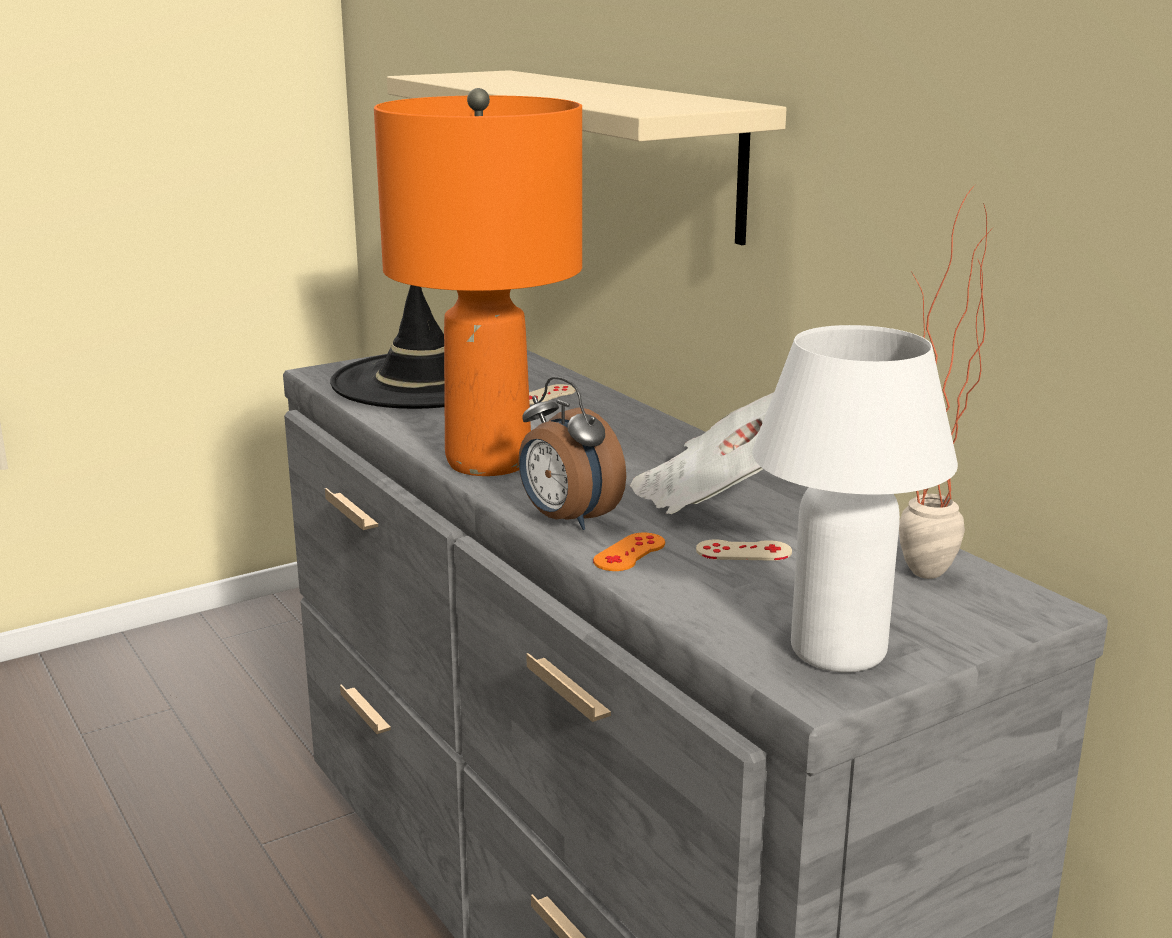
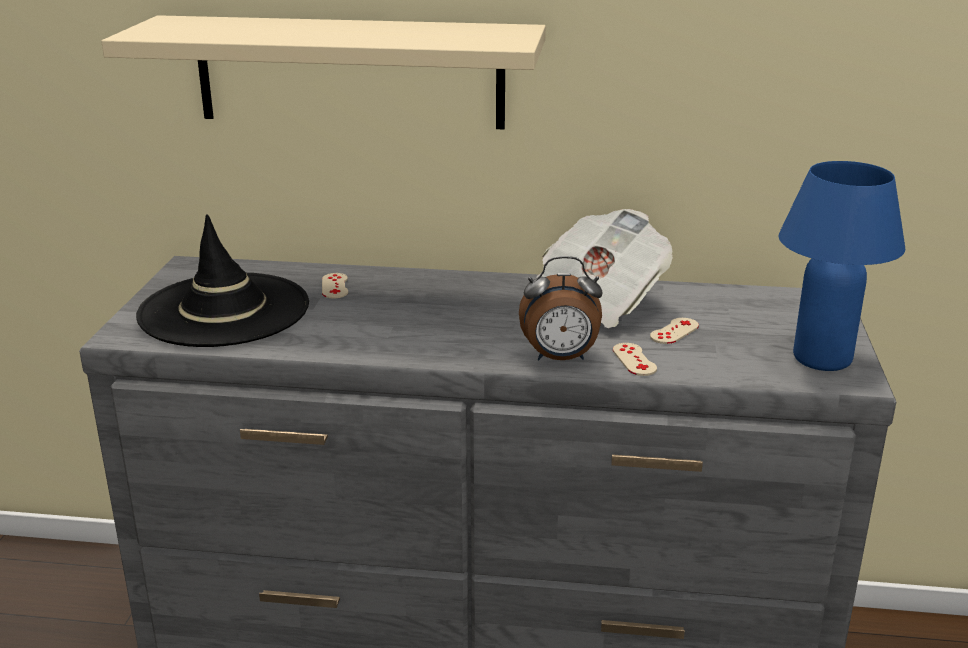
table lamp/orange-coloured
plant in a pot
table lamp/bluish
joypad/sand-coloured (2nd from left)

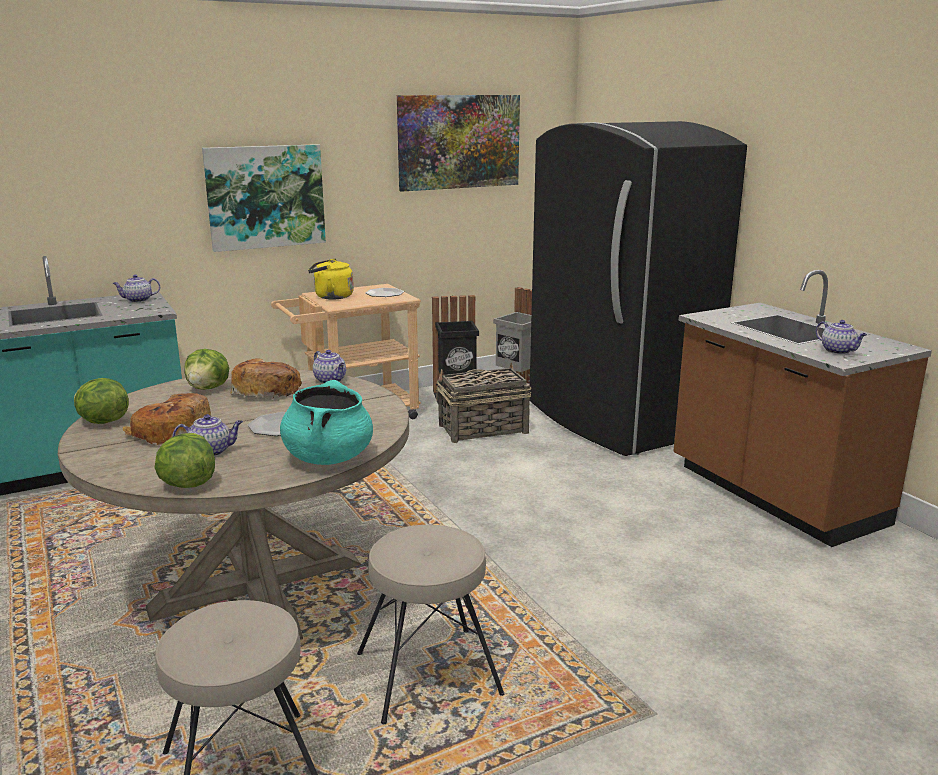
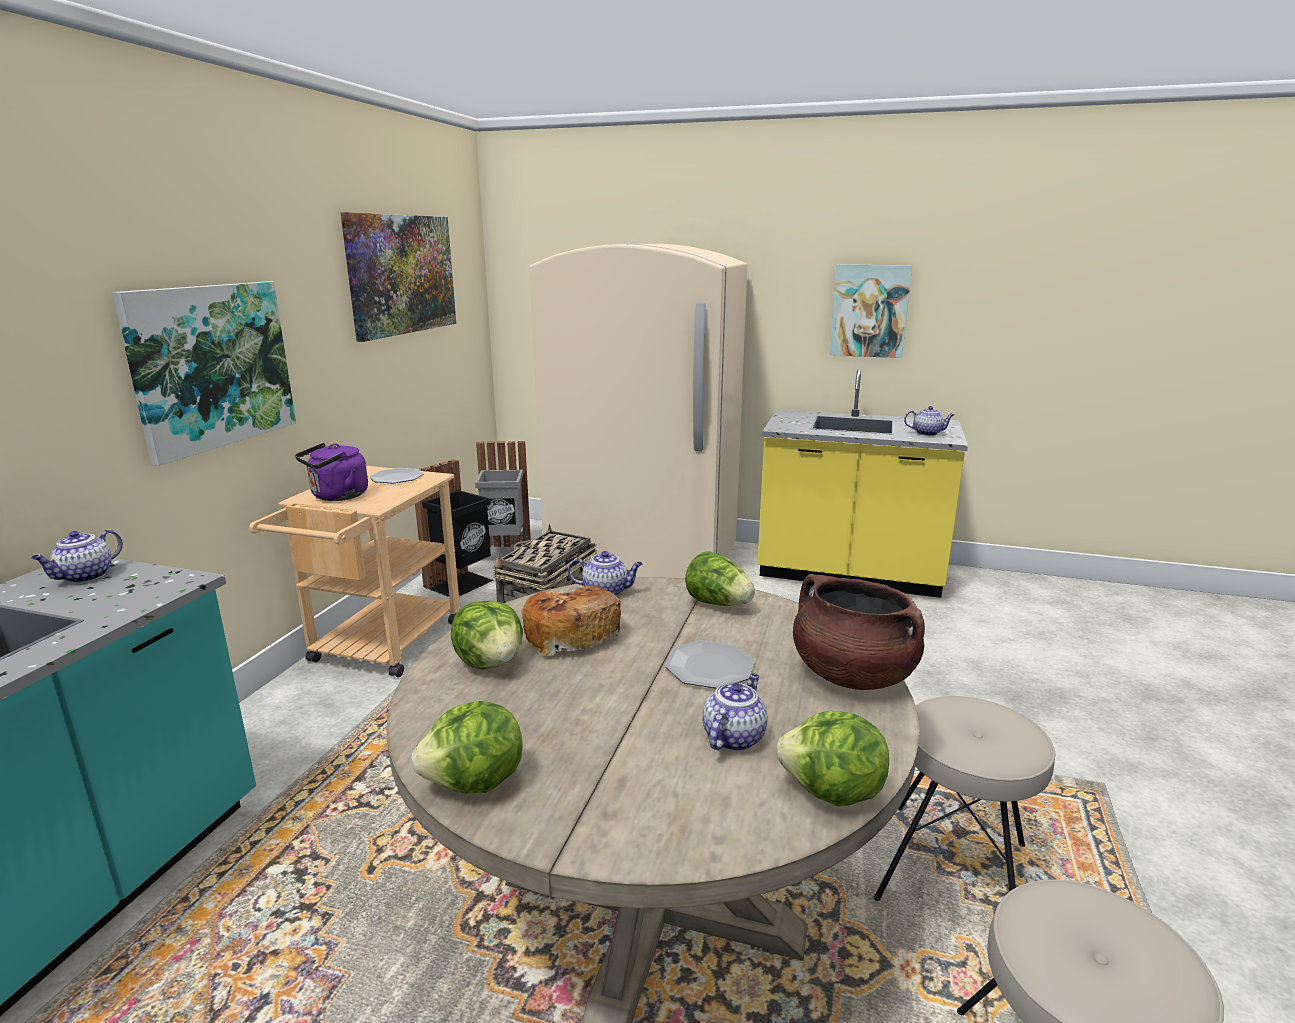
fridge/sand-coloured
kettle/purplish
counter/yellowish
stockpot/brown
bakery bread (1st from left in the first image)
picture (3rd from left)
lettuce (3rd from left)

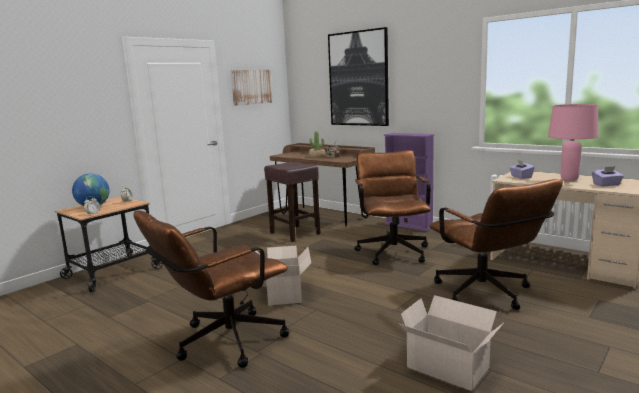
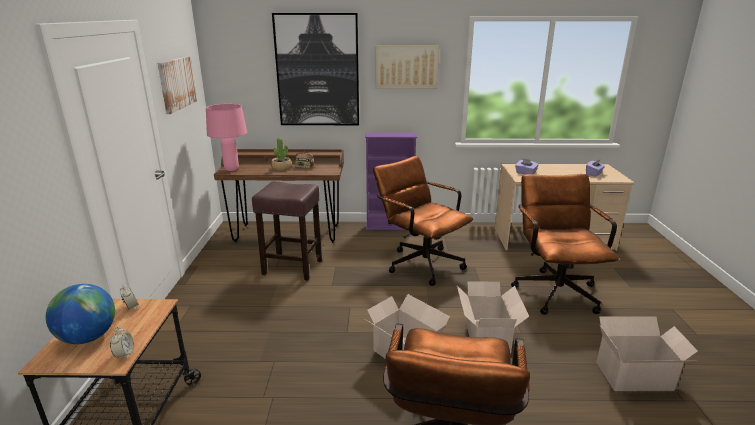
table lamp/pinkish
office chair/brown (3rd from left)
picture (3rd from left)
packing box (2nd from left)

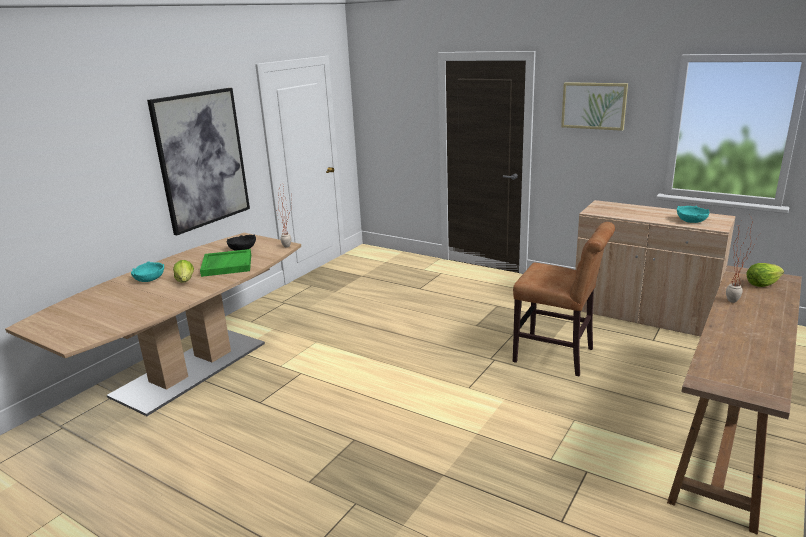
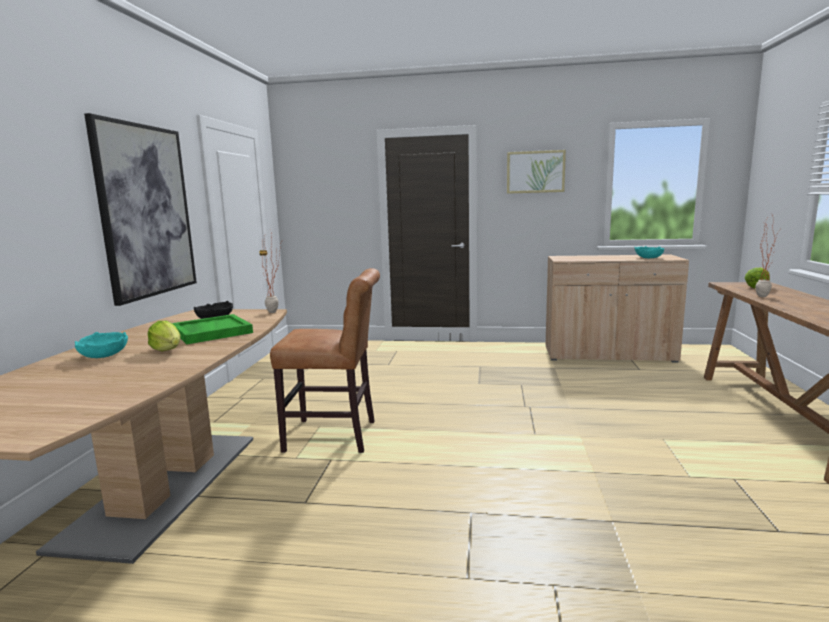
plain chair/brown

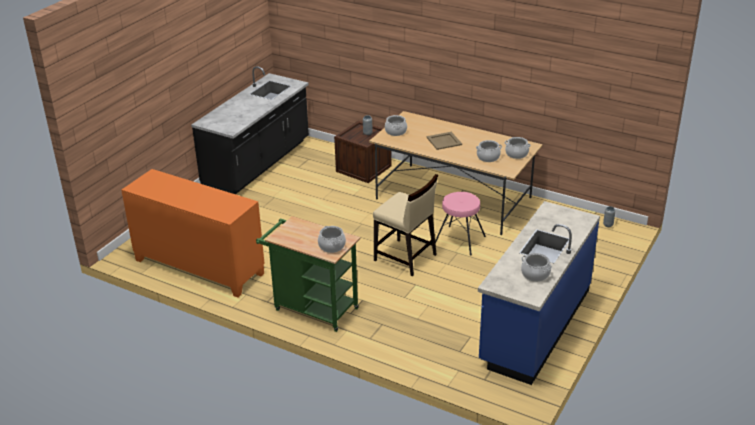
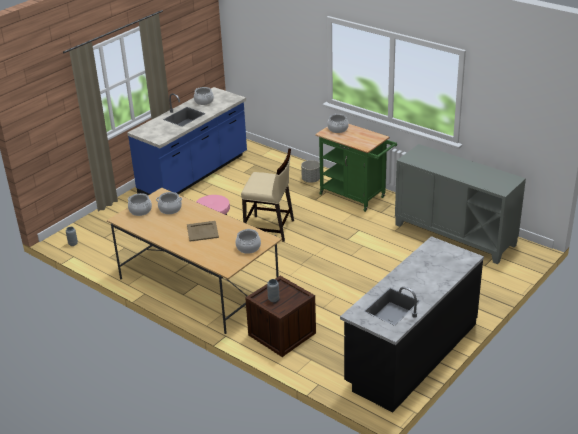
storage cabinet/gray
plain chair/sand-coloured
flower pot/gray

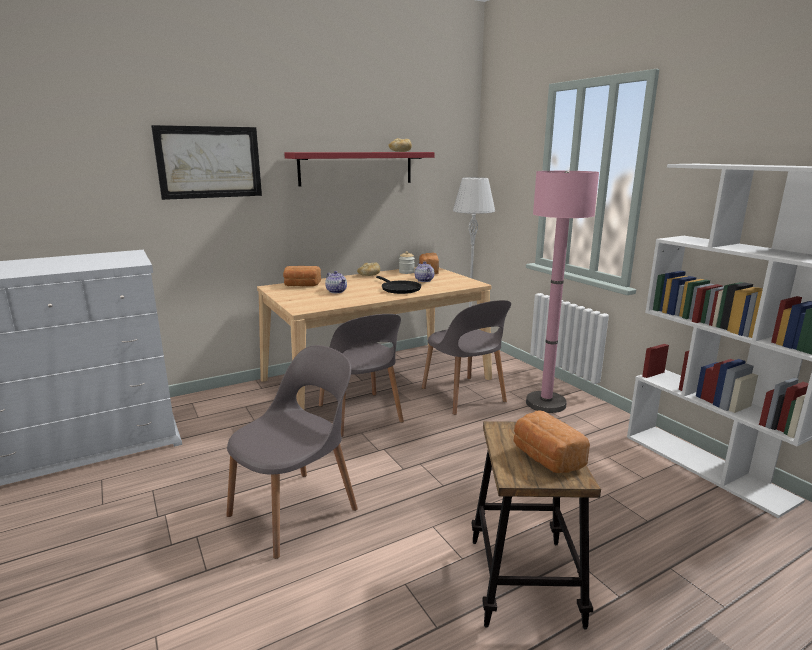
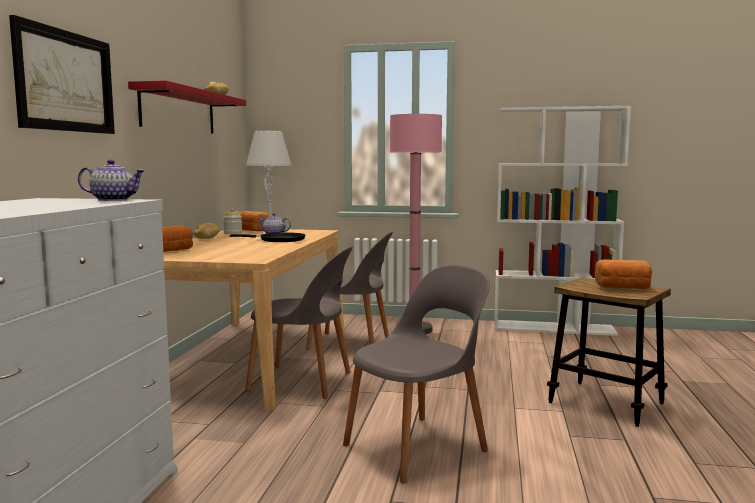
teapot (1st from left)
plain chair/gray (3rd from left)

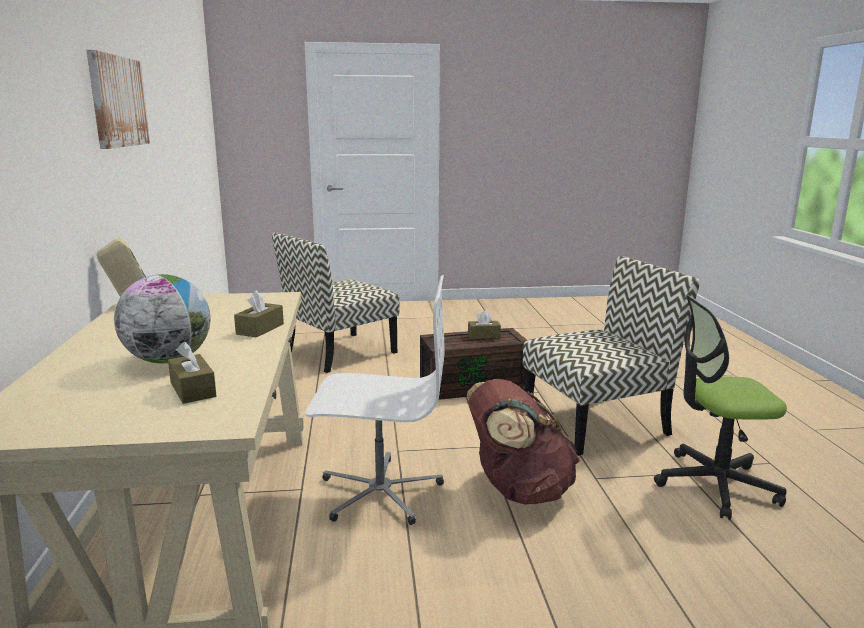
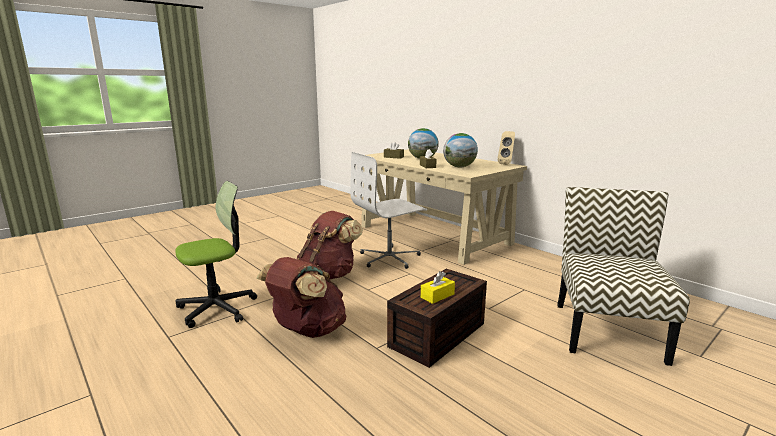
picture
rucksack/brown (1st from left)
tissue holder/yellowish
globe (2nd from left)

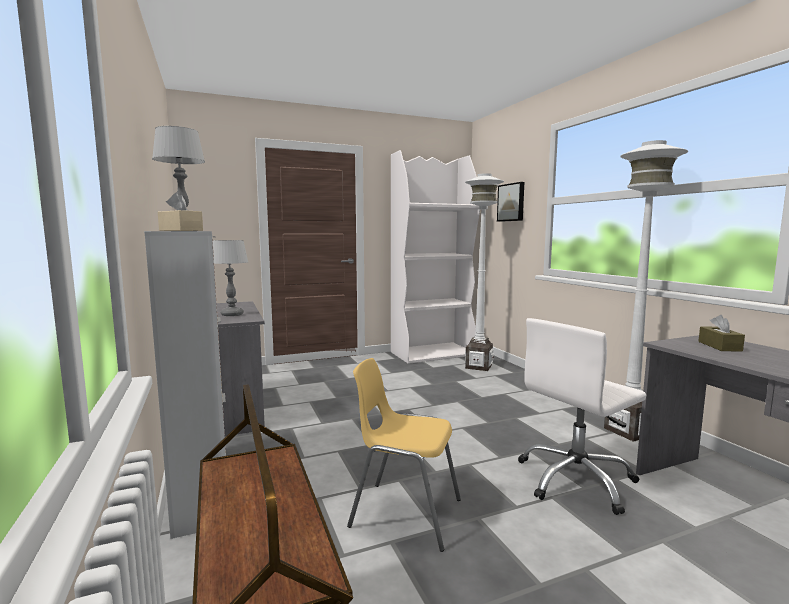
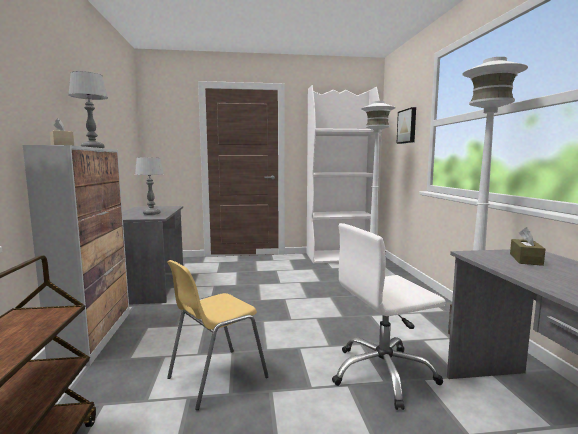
plain chair/yellowish

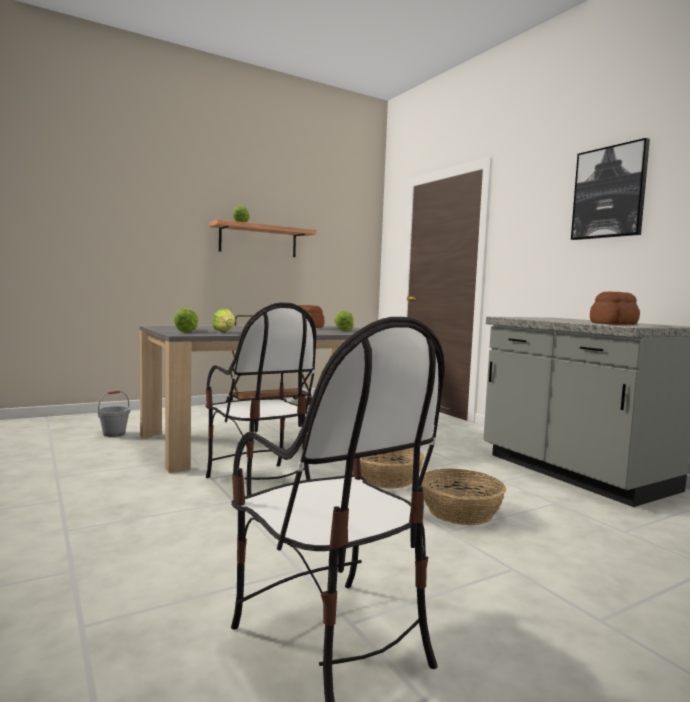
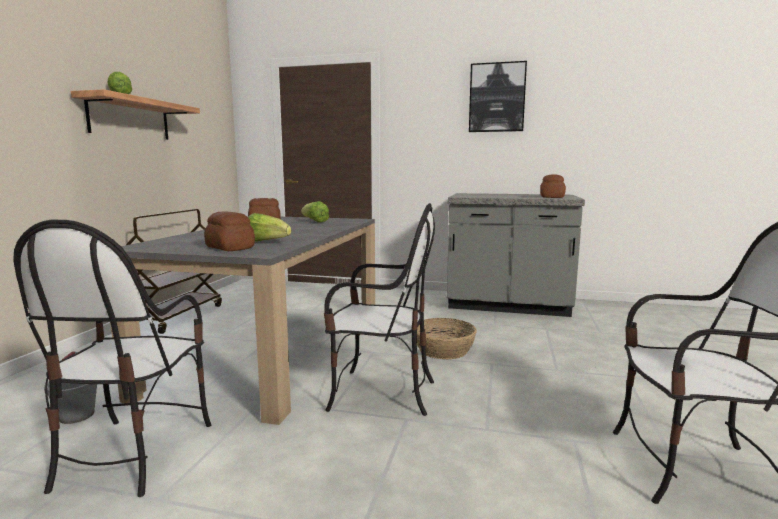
bakery bread (1st from left)
household basket (2nd from left in the first image)
plain chair (1st from left)

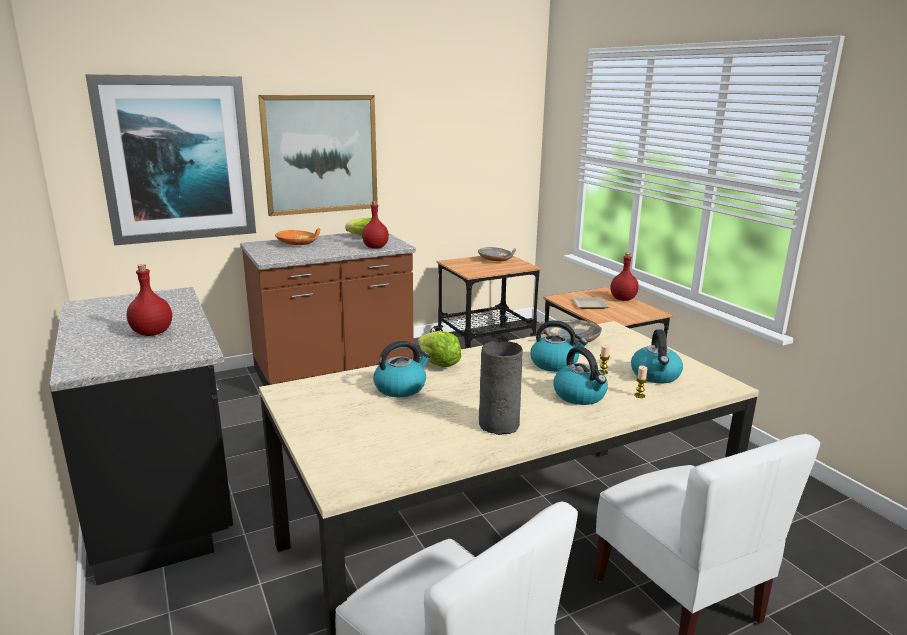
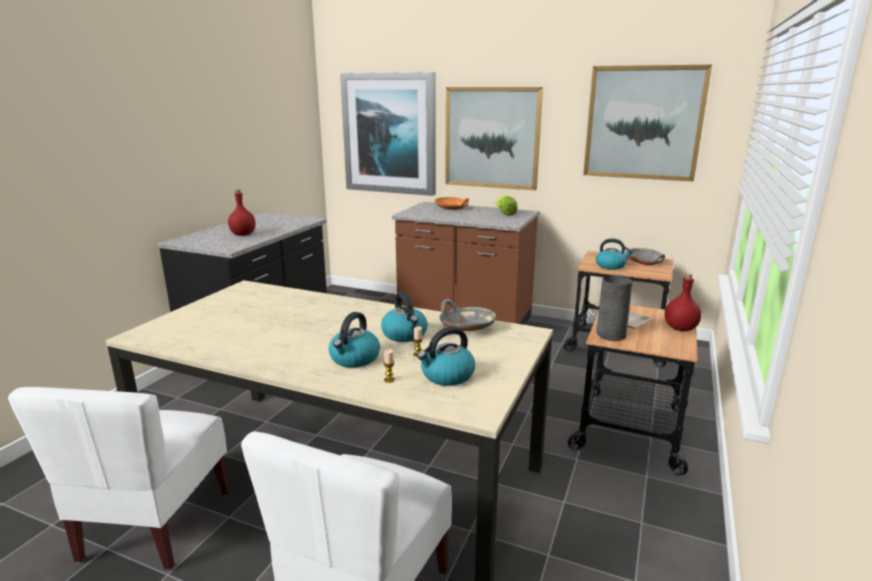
bottle/red-coloured (2nd from left in the first image)
lettuce (2nd from left in the first image)
vase/gray
kettle (4th from left)
picture (3rd from left)

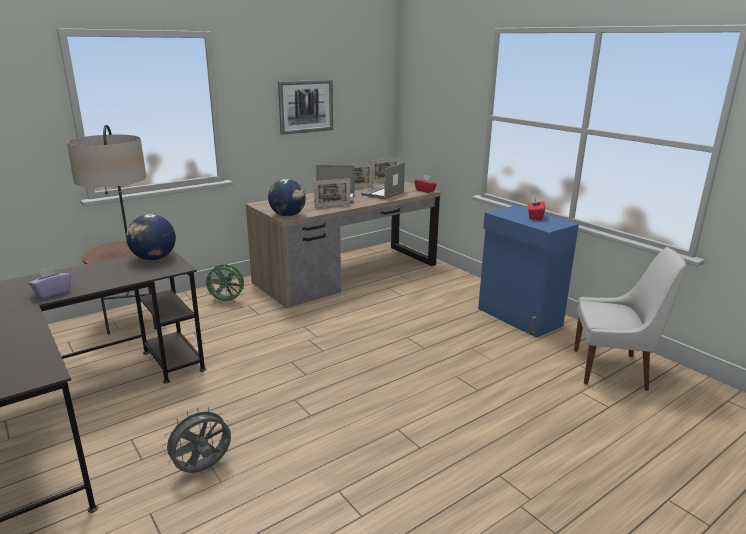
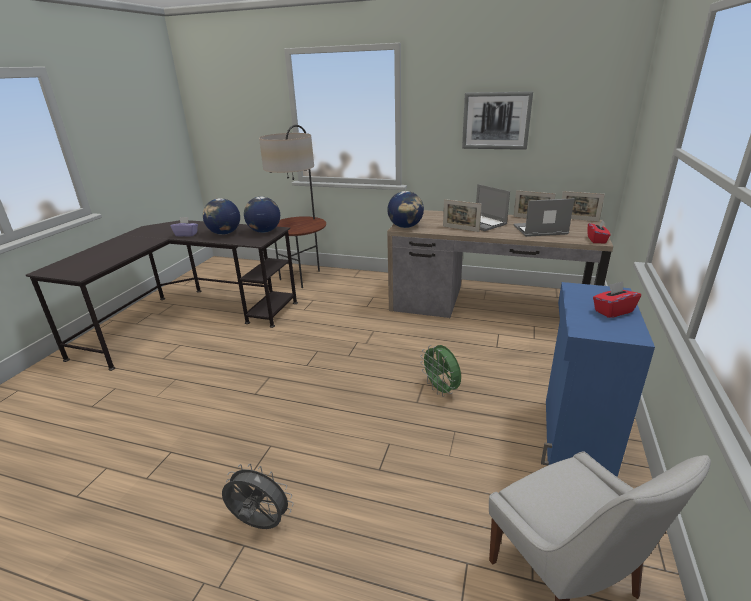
cooling fan/green
cooling fan/gray
globe (1st from left)

